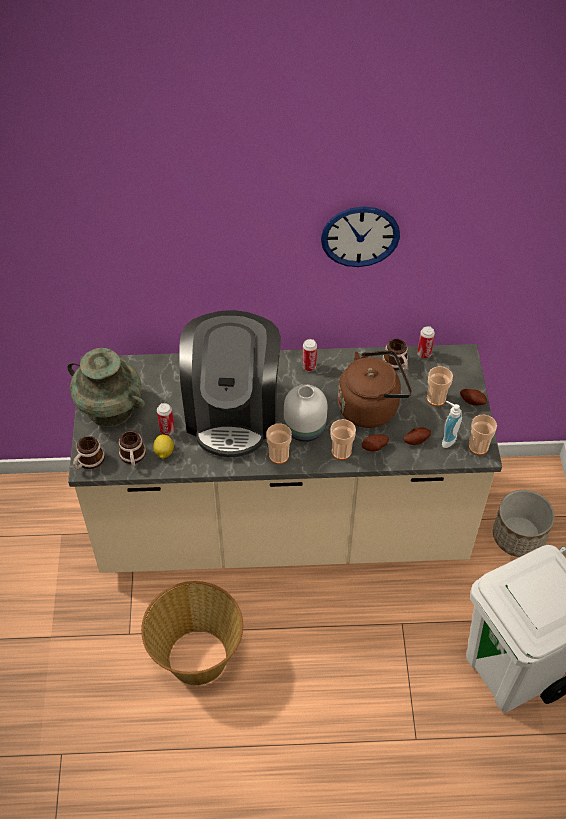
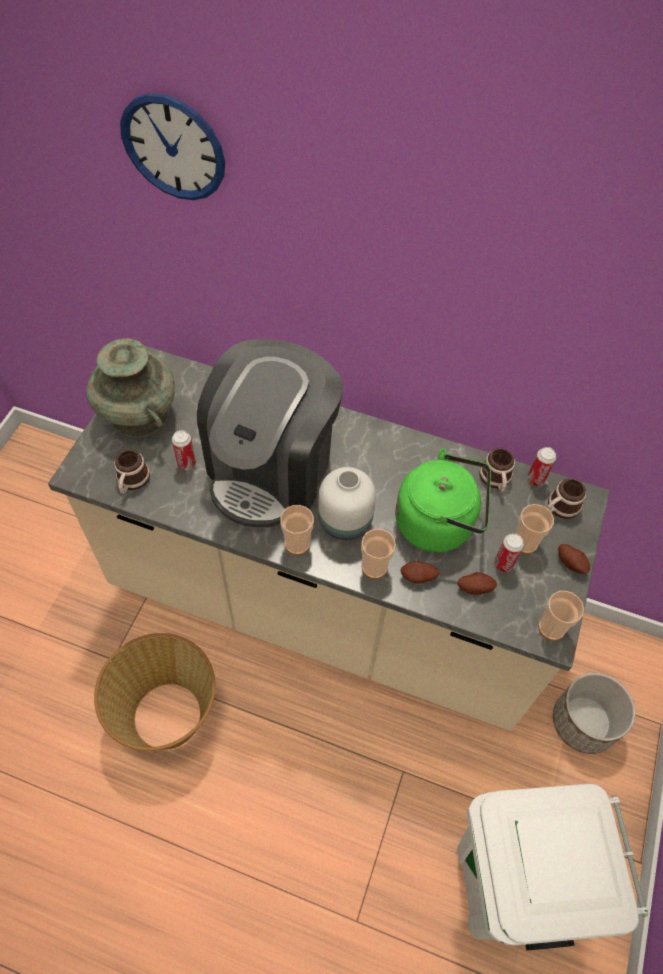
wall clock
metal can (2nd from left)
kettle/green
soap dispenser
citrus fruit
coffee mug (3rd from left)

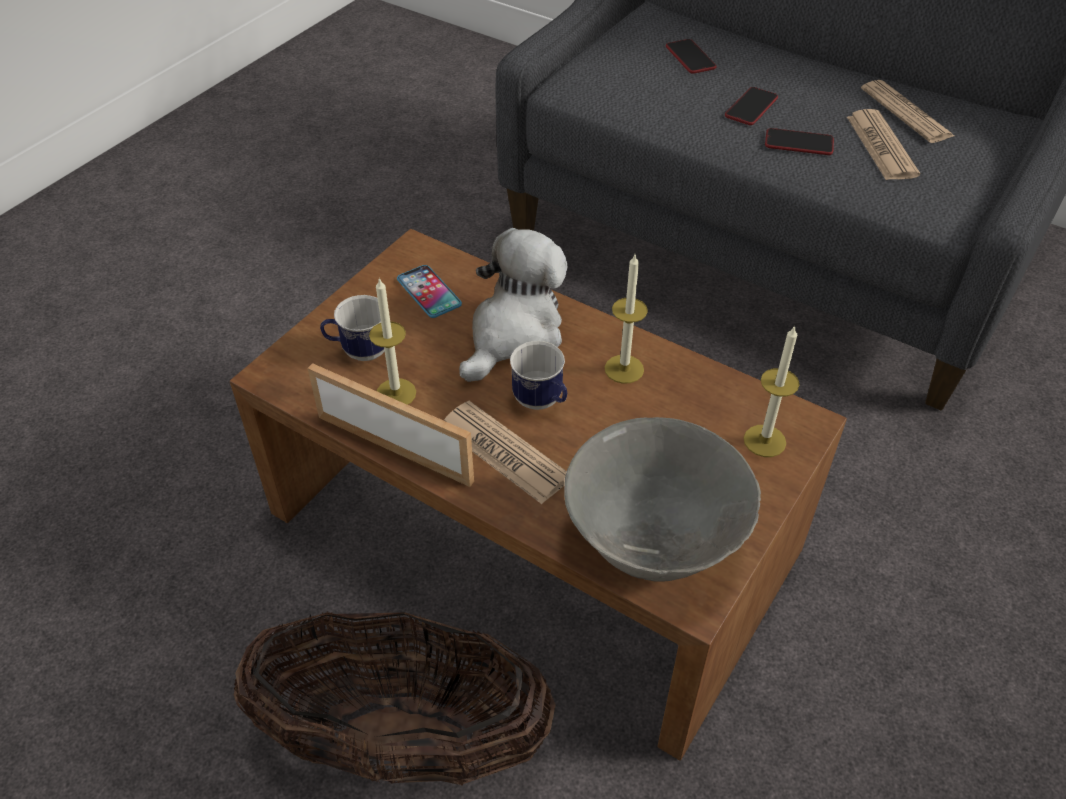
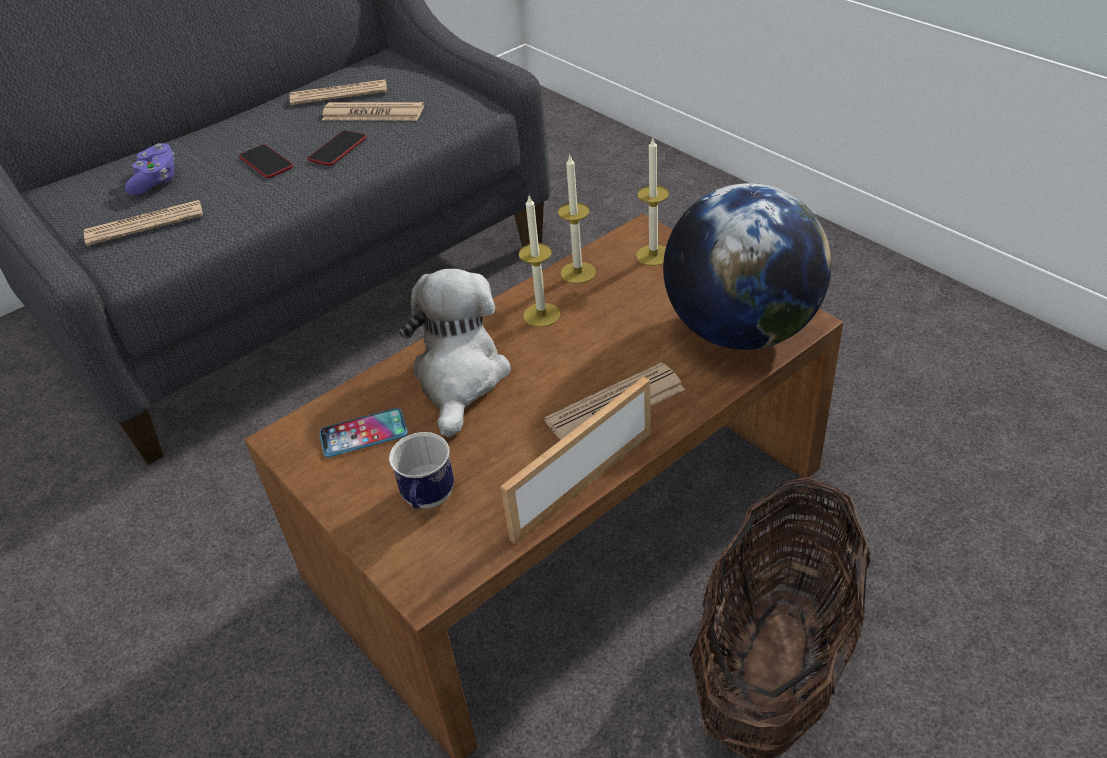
joypad/purplish
soft toy
wax candle (2nd from left)
coffee mug (2nd from left in the first image)
globe
printed paper (1st from left)

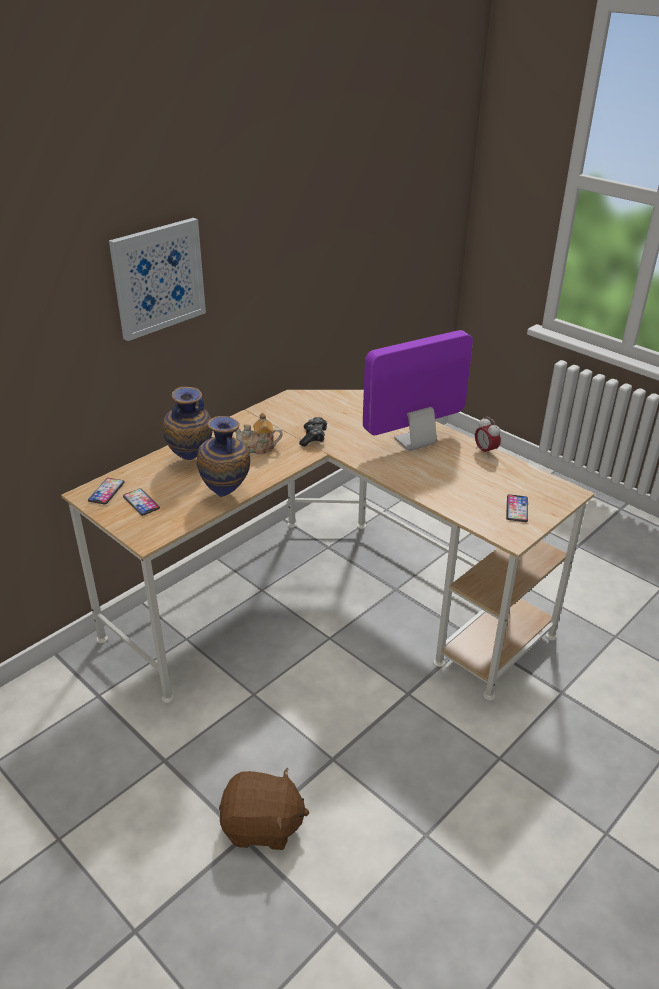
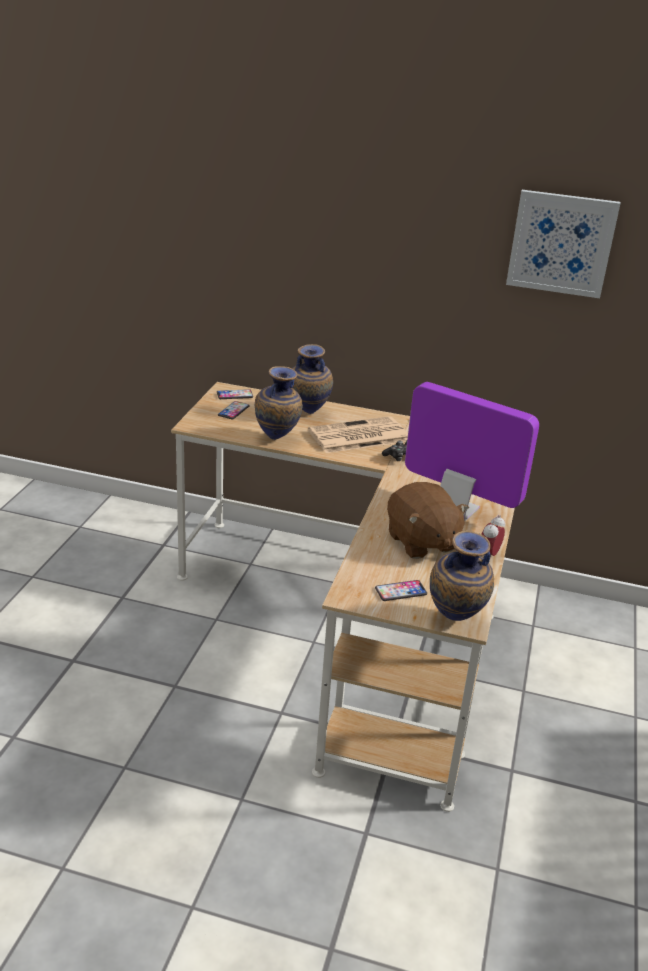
picture
printed paper
soft toy/brown
vase (3rd from left)

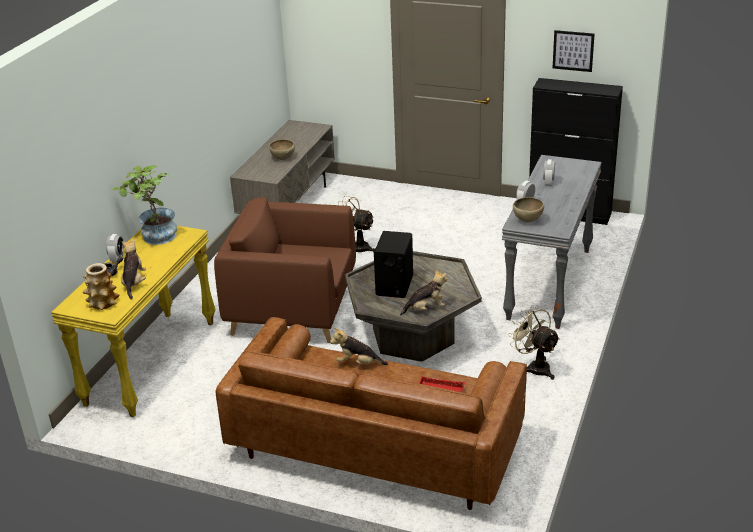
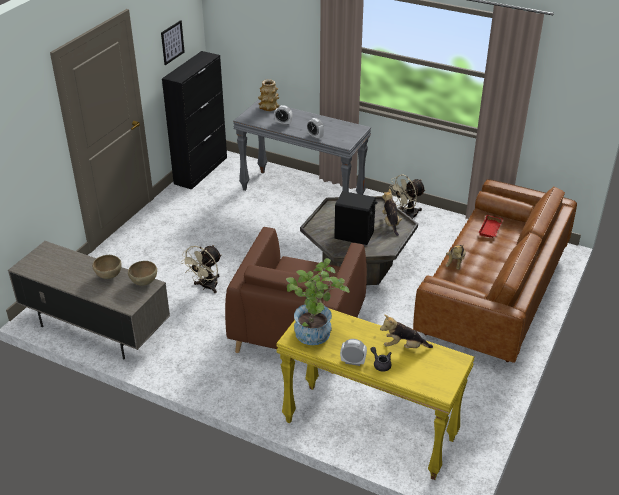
deep dish/brown (2nd from left)
vase

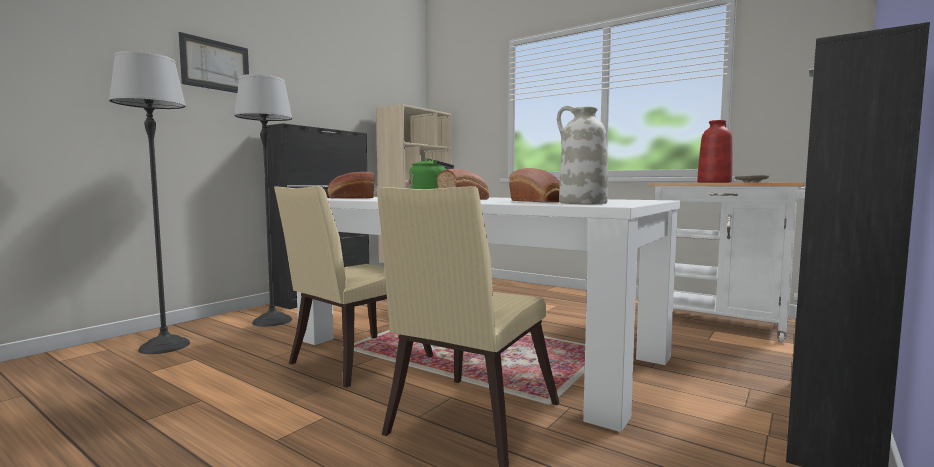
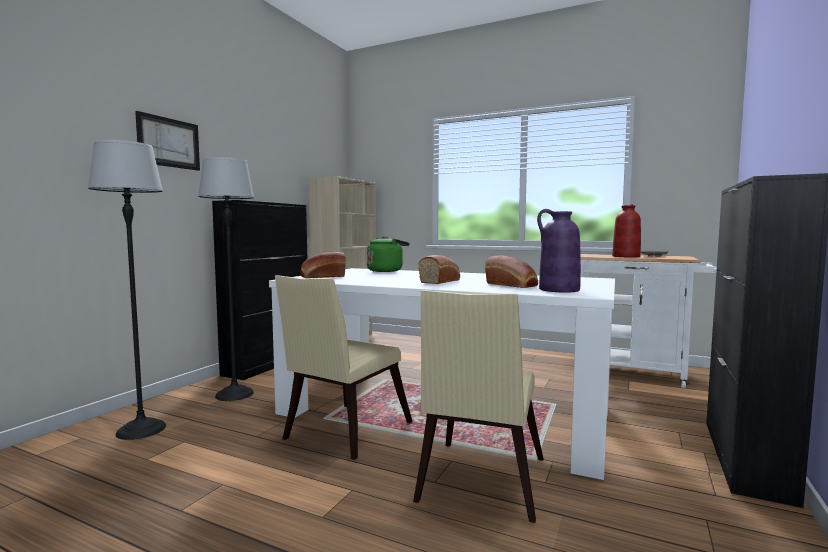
vase/purplish

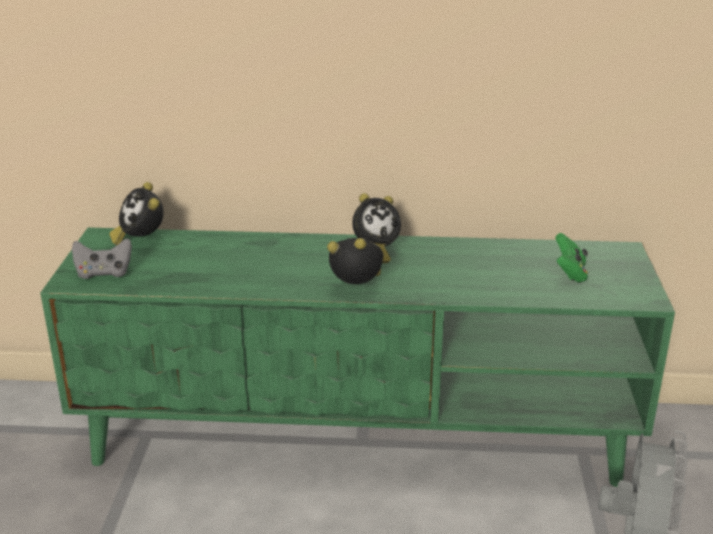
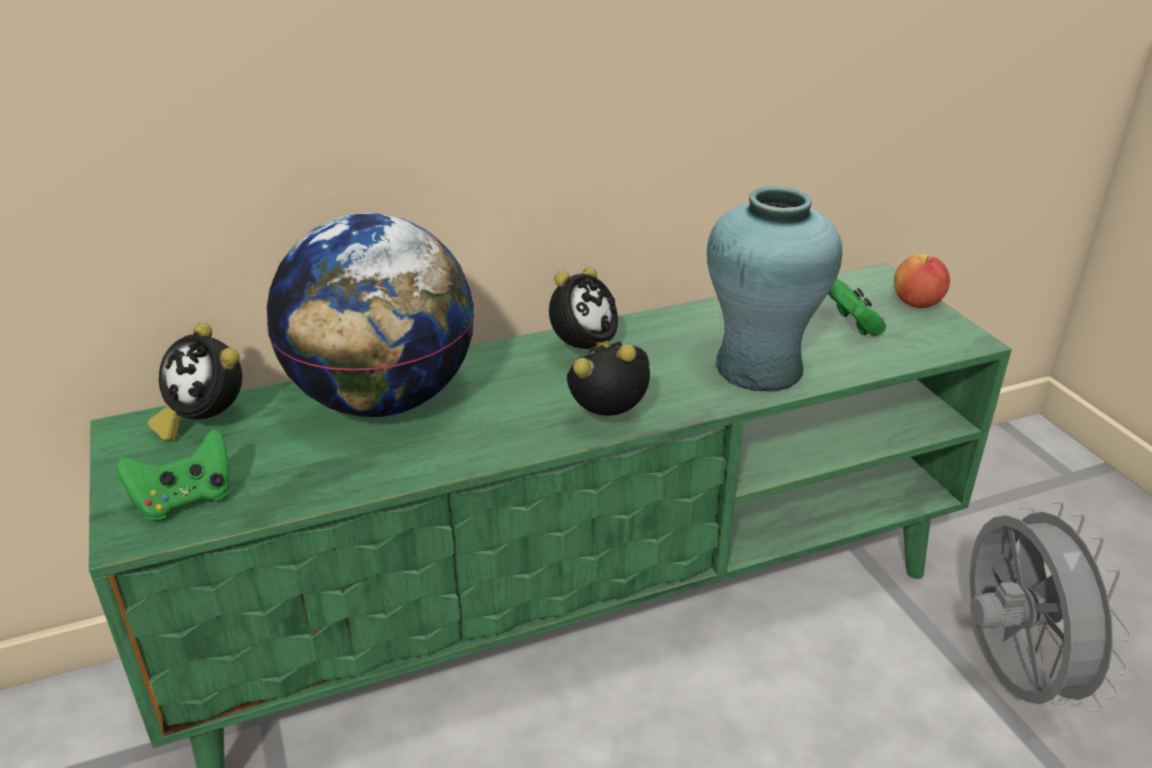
joypad/green (1st from left)
vase/turquoise-coloured
globe
whole apple

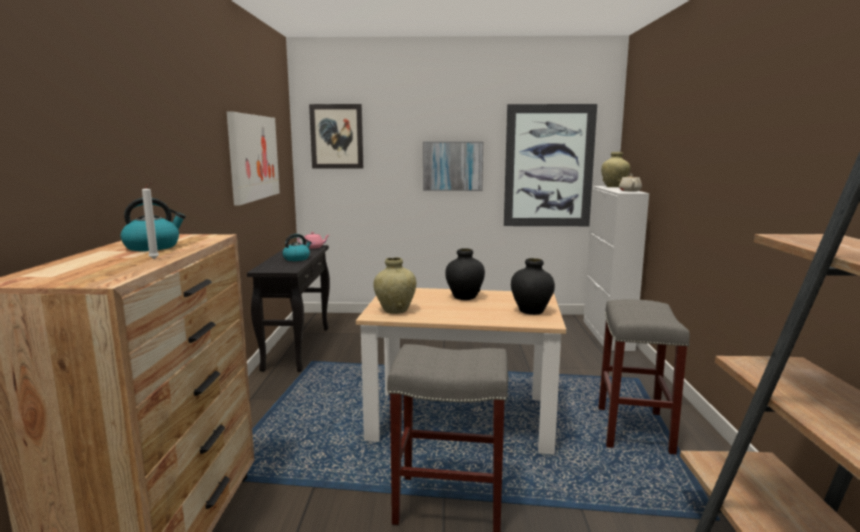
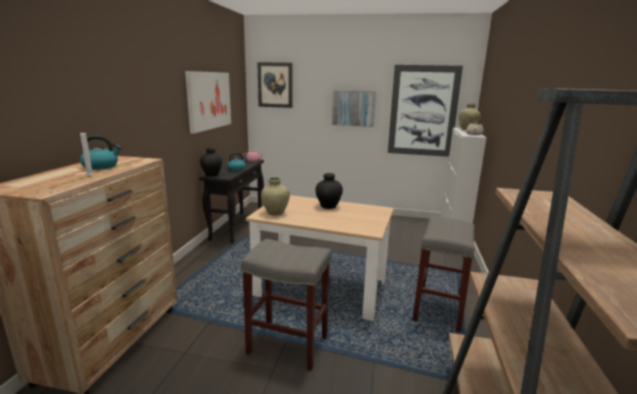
vase/blackish (1st from left)

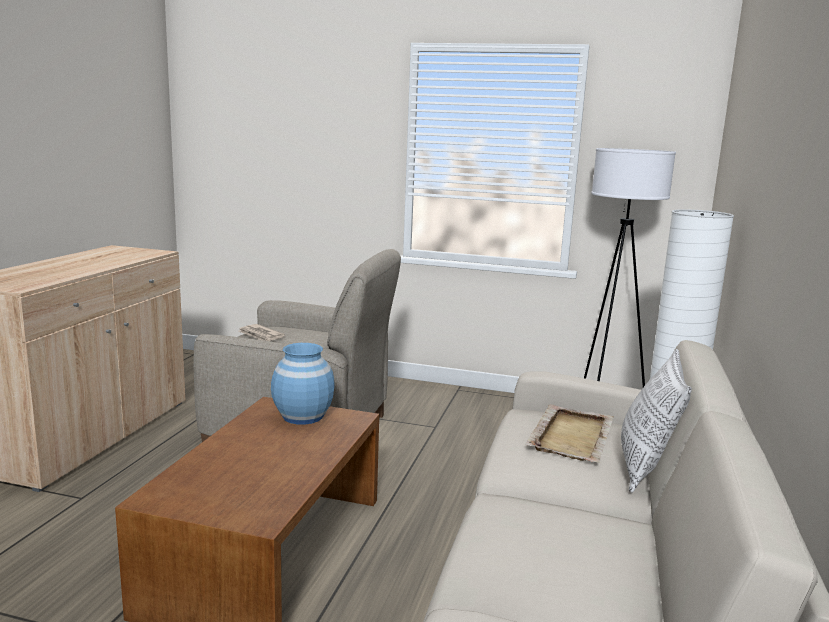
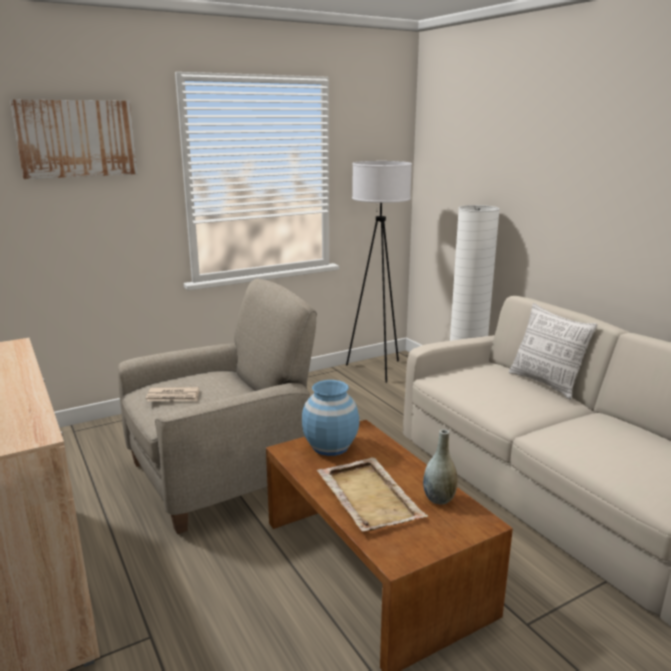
carrying tray/sand-coloured
picture
vase/gray

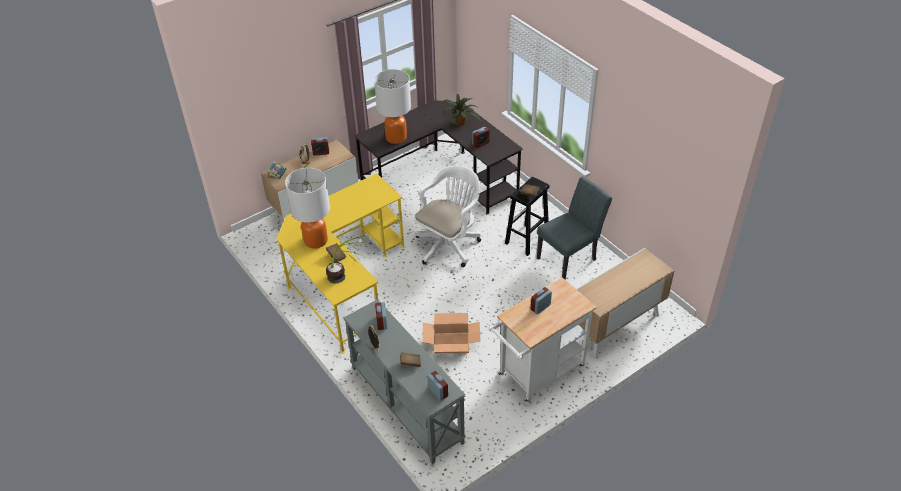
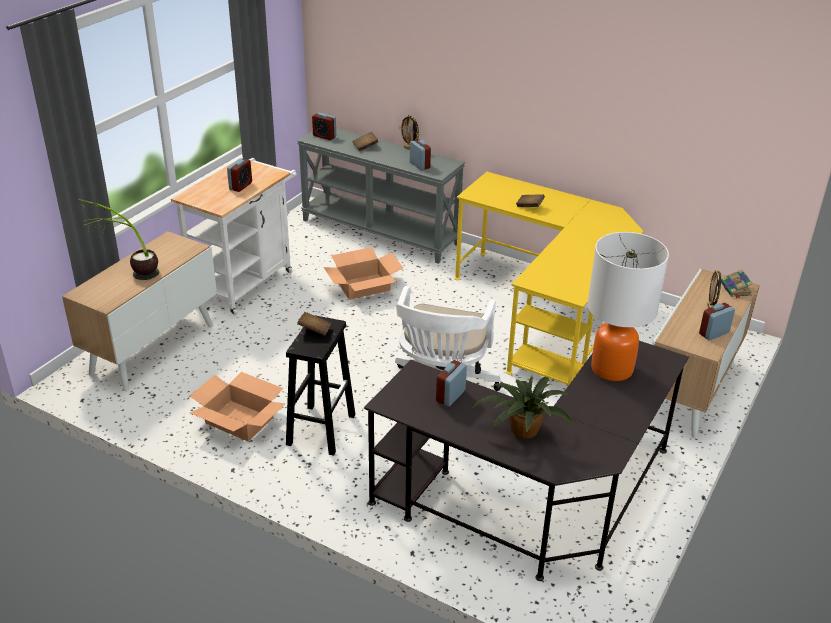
table lamp (1st from left in the first image)
packing box (1st from left)
plant in a pot (1st from left)

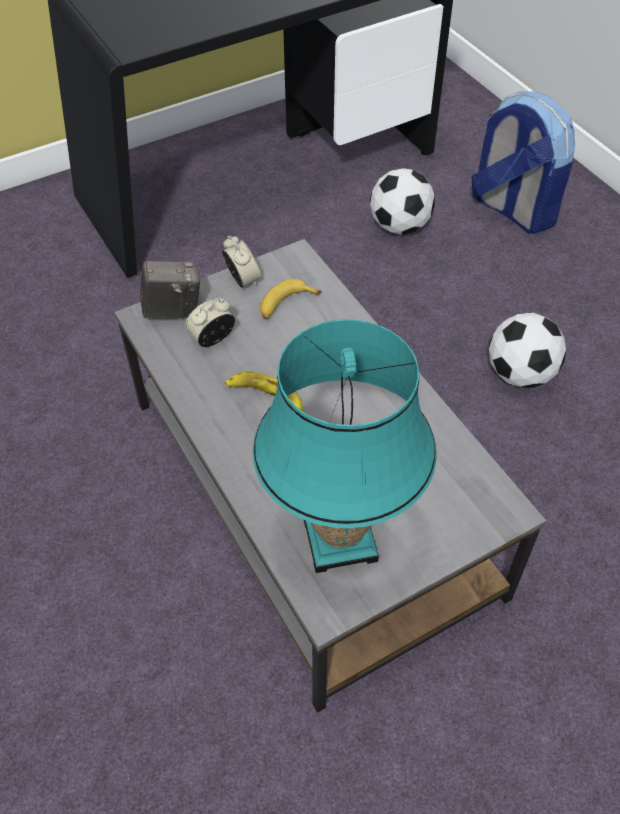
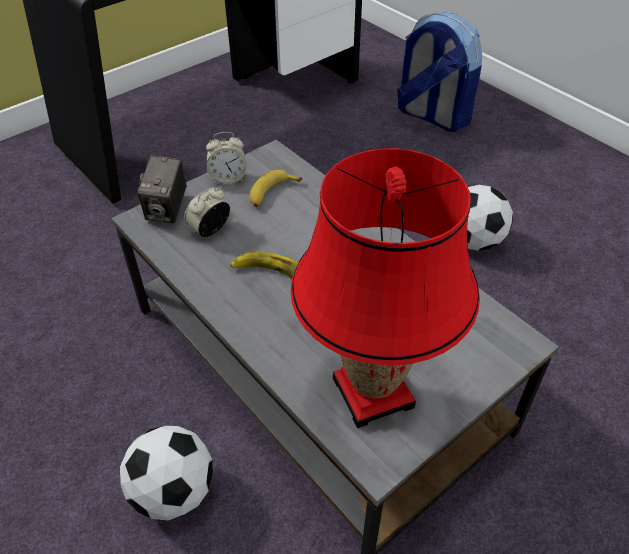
ball for football (1st from left)
bedside clock (2nd from left)
photo camera
table lamp/red-coloured

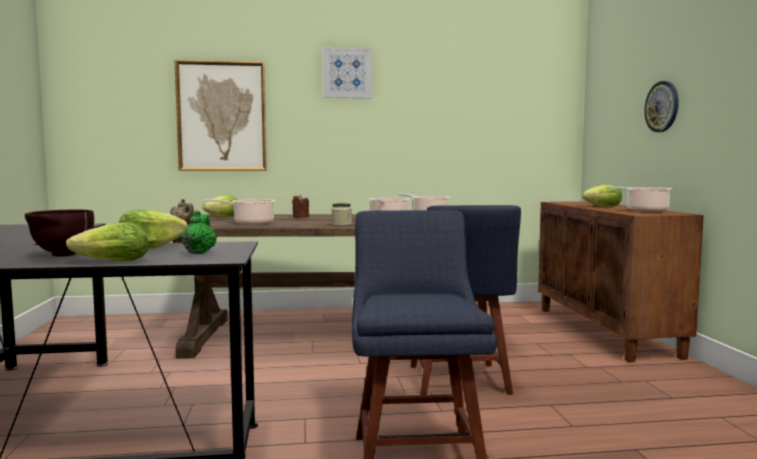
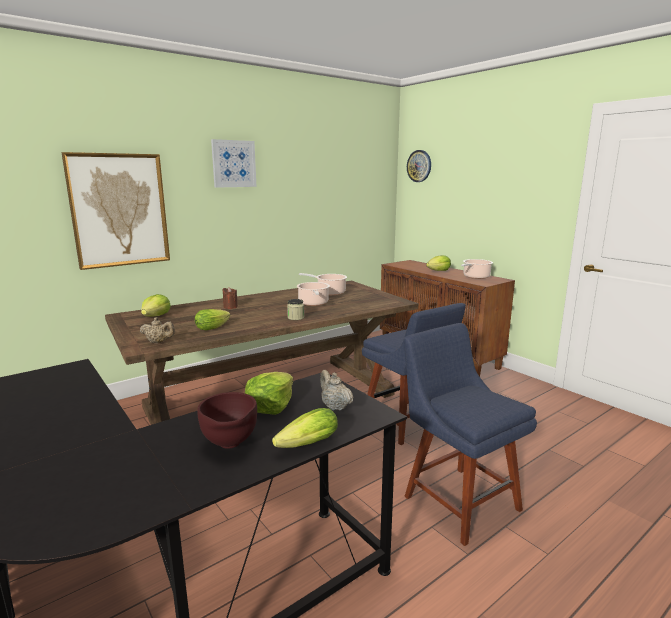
wall clock
lettuce (2nd from left)
teapot/sand-coloured (2nd from left)

